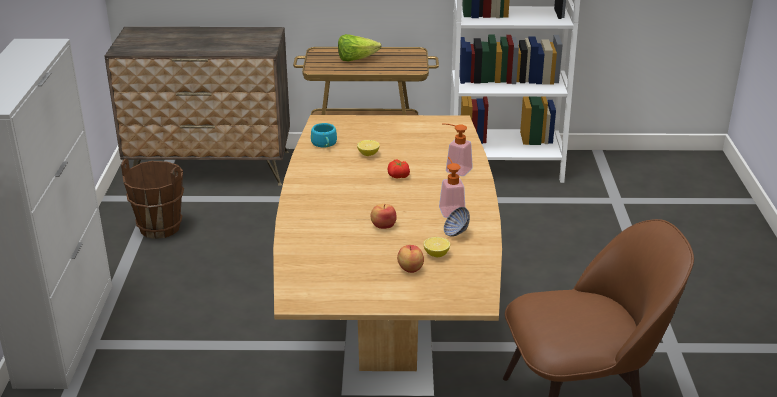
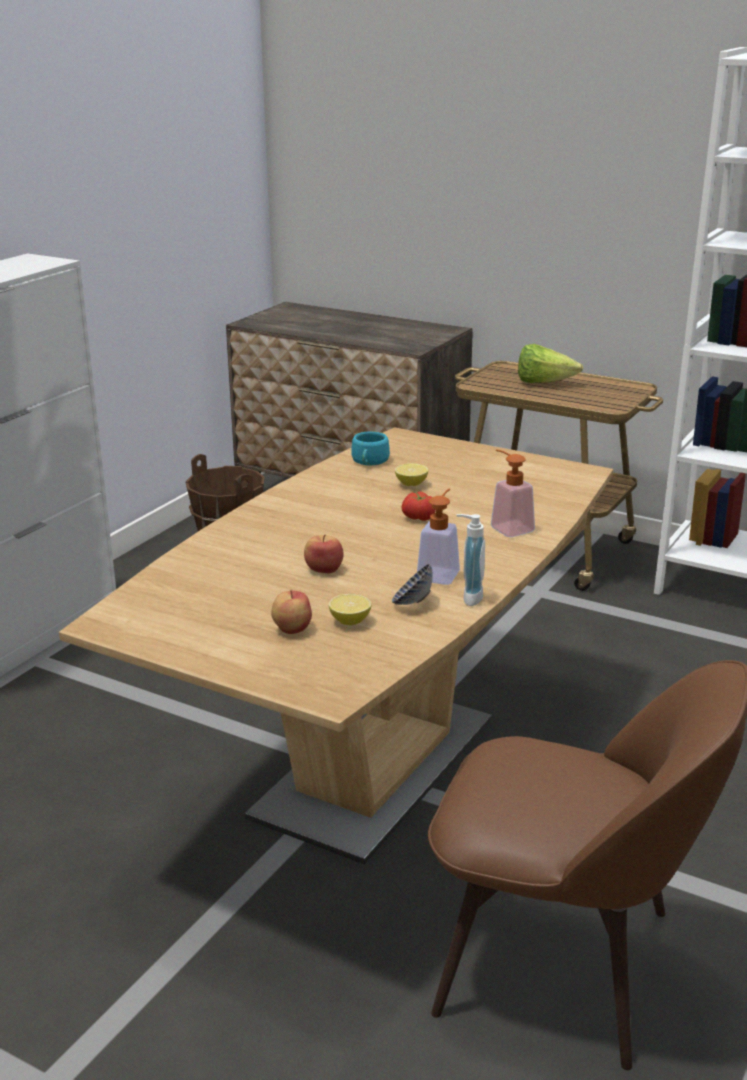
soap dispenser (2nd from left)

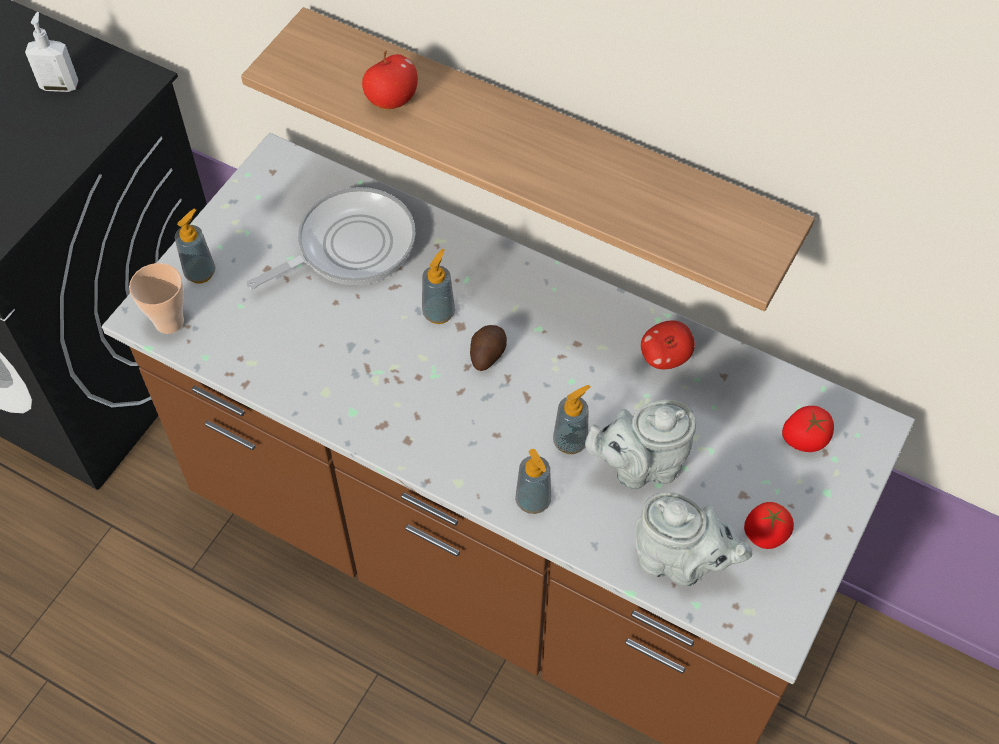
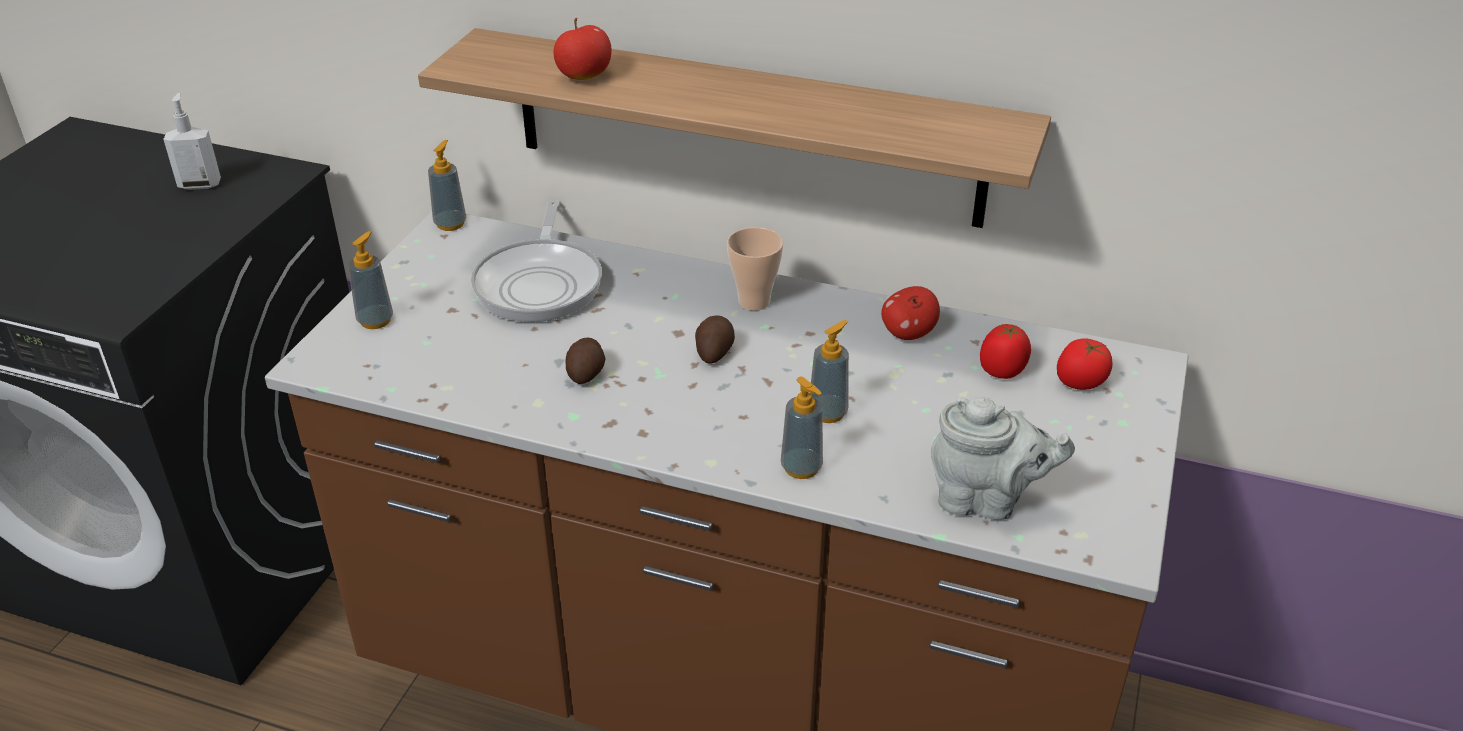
small cup; pan; soap dispenser (3rd from left); tea pot/grey (1st from left in the first image); fresh tomato (1st from left); potato (1st from left)

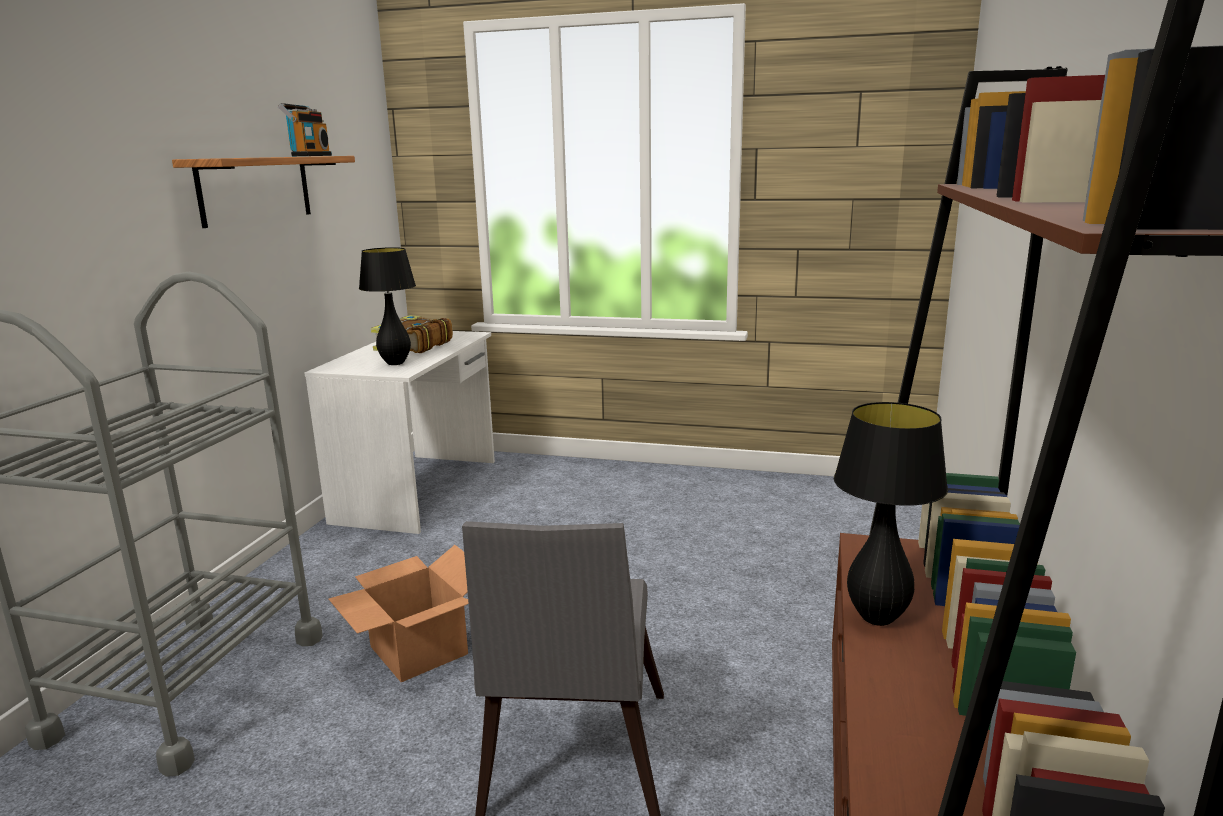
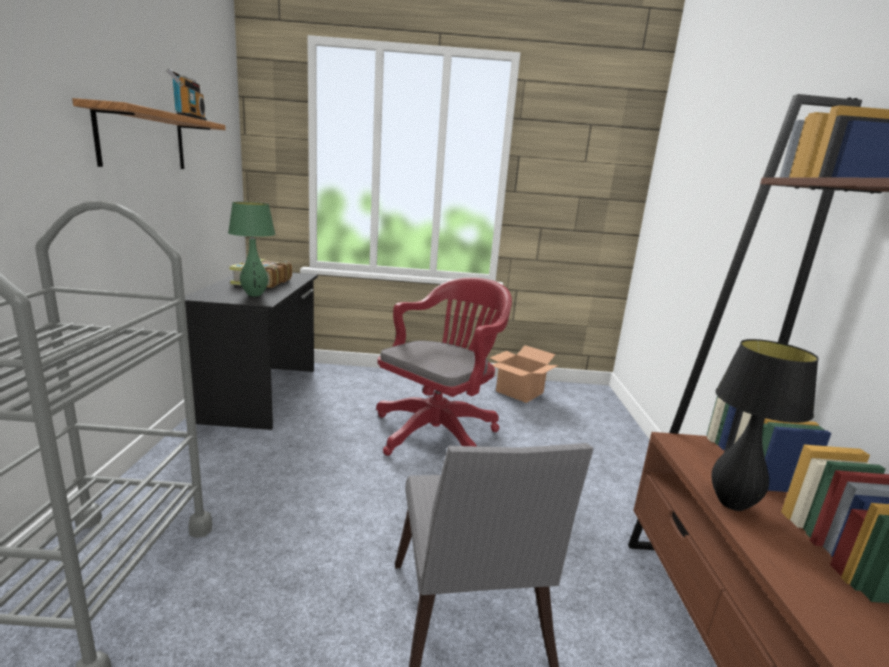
desk unit/black; packing box; table lamp/greenish; desk chair/red-coloured

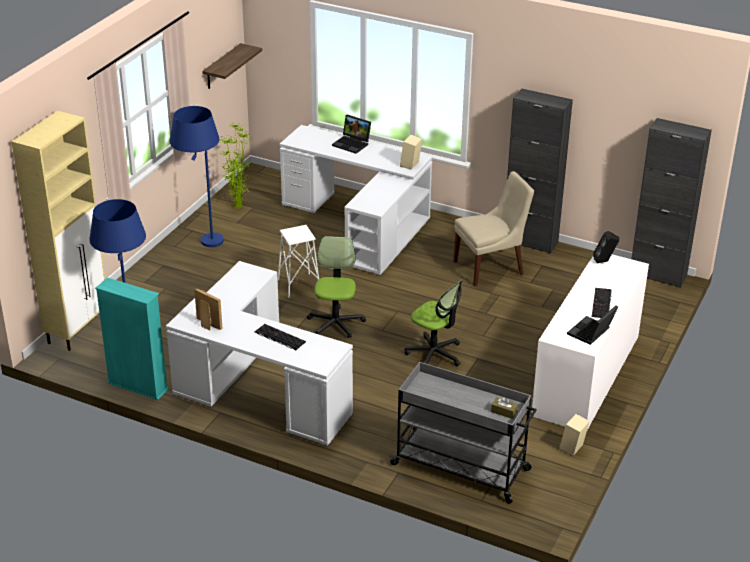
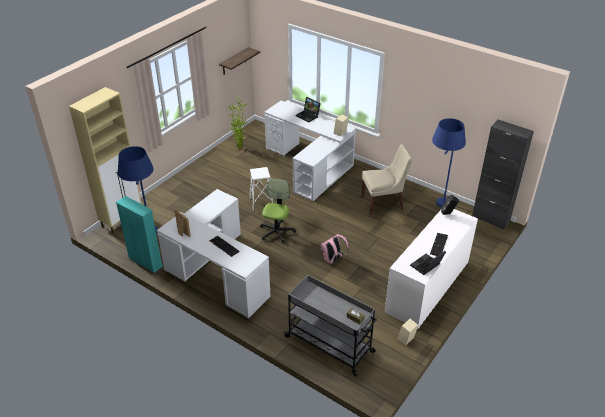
floor lamp/blue (2nd from left); backpack/pink; cabinet/black (1st from left in the first image)

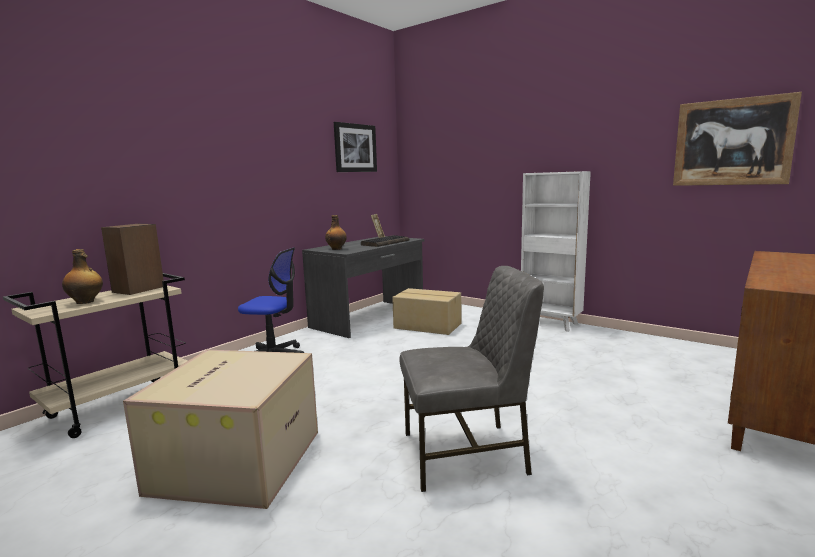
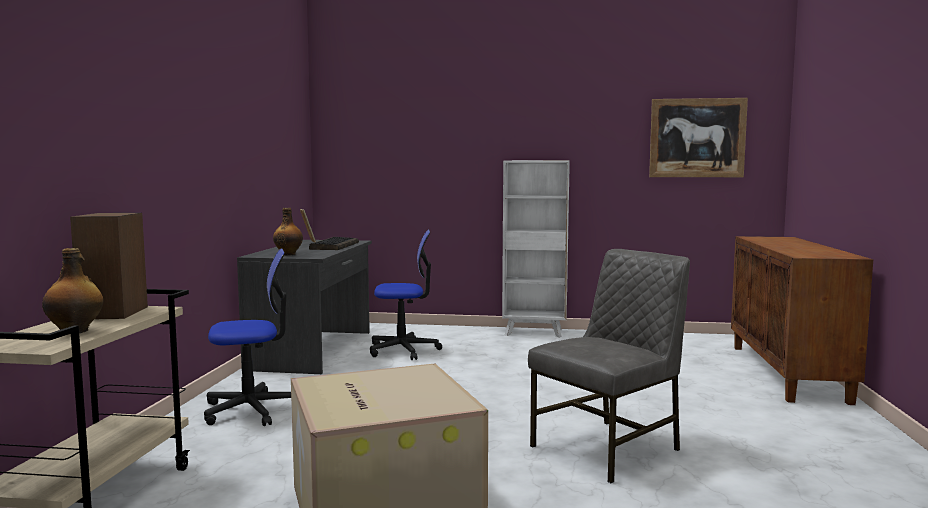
wall art (1st from left in the first image); desk chair (2nd from left)

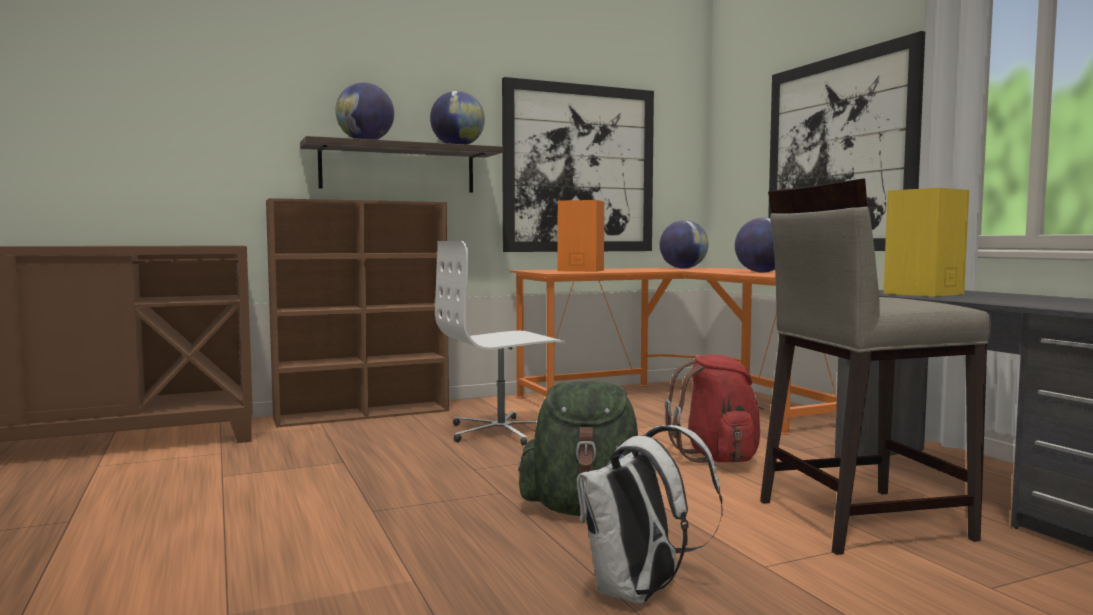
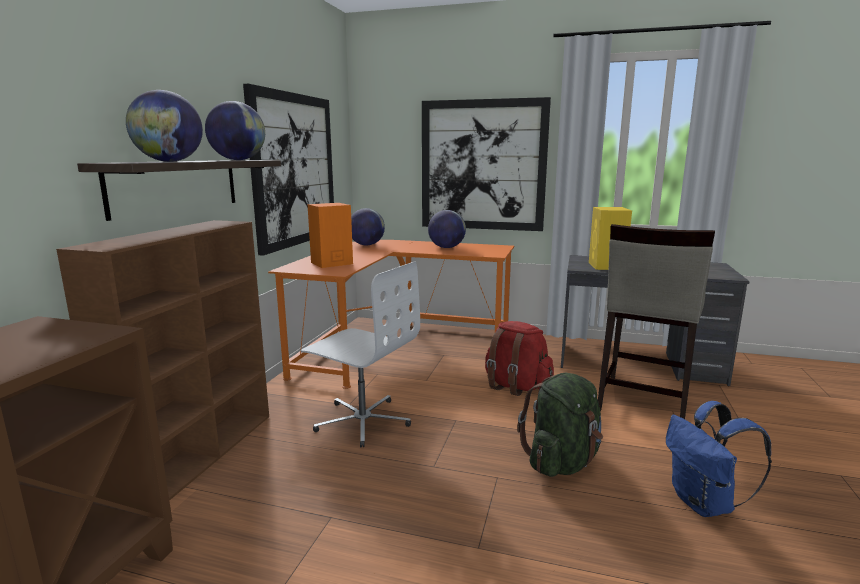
desk chair/white; backpack/blue

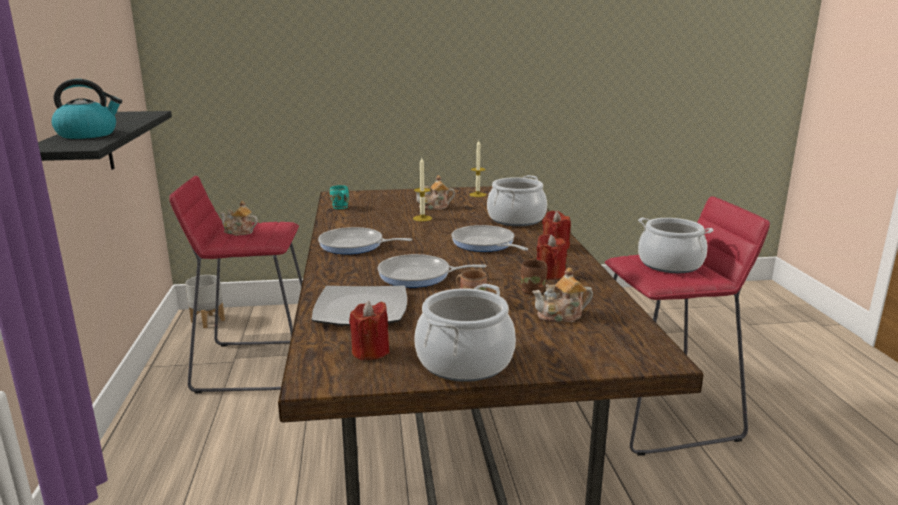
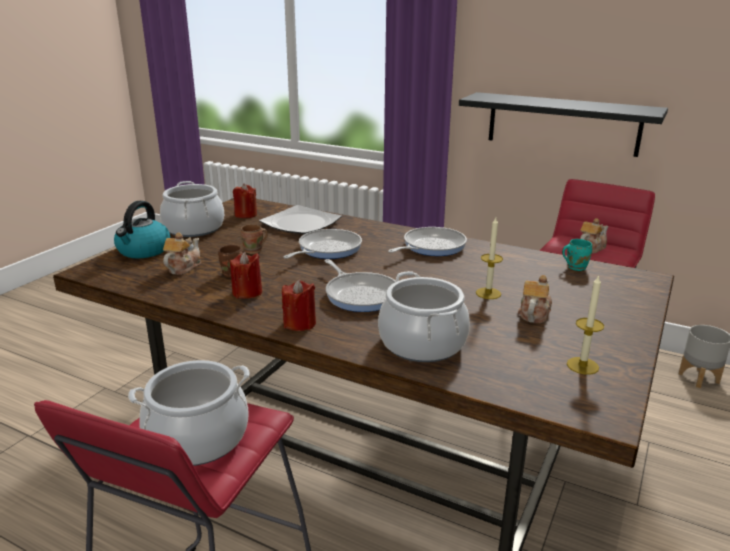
kettle; pan (2nd from left)

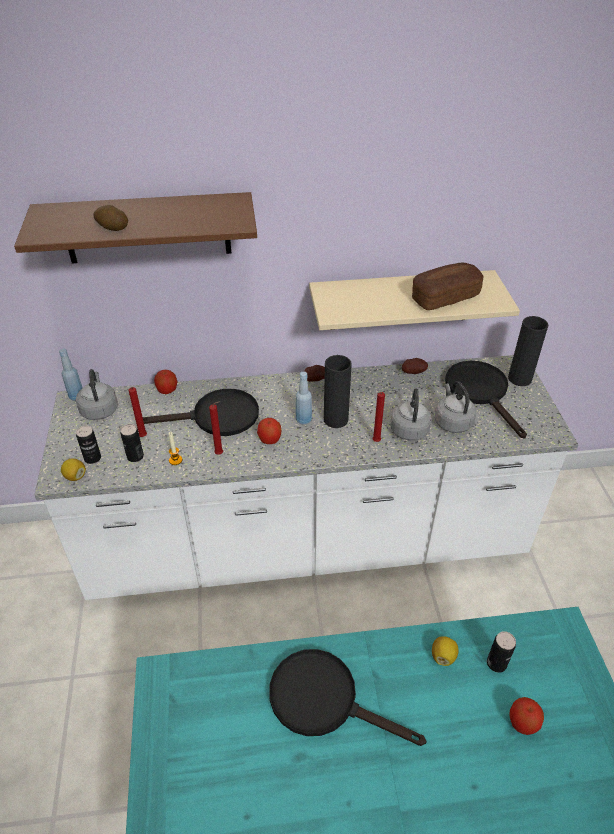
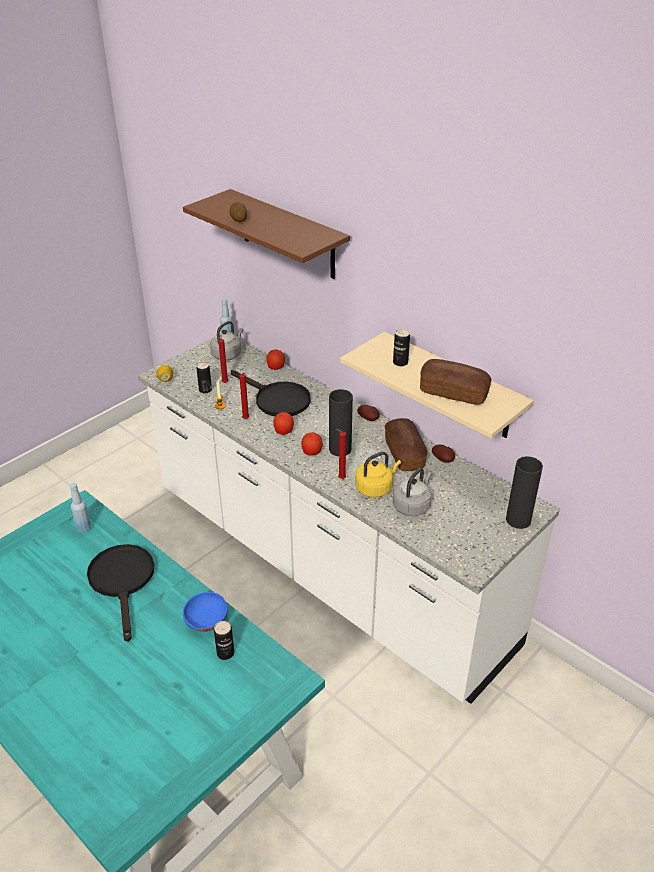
sealed can (3rd from left); drink bottle/blue (1st from left); kettle/yellowish; serving bowl/blue; pan/black (3rd from left in the first image); apple (3rd from left); bakery bread (1st from left)

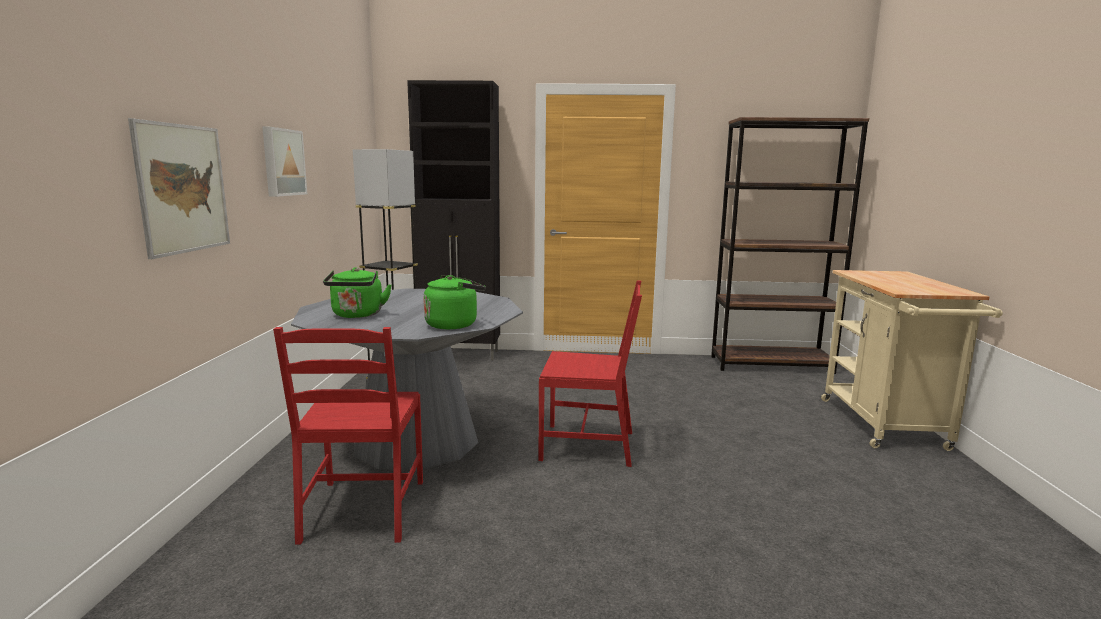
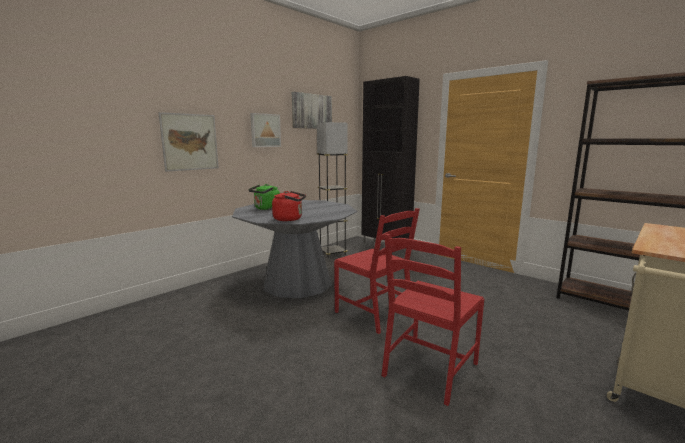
upright chair/red-coloured (2nd from left); kettle/red-coloured; wall art (3rd from left)

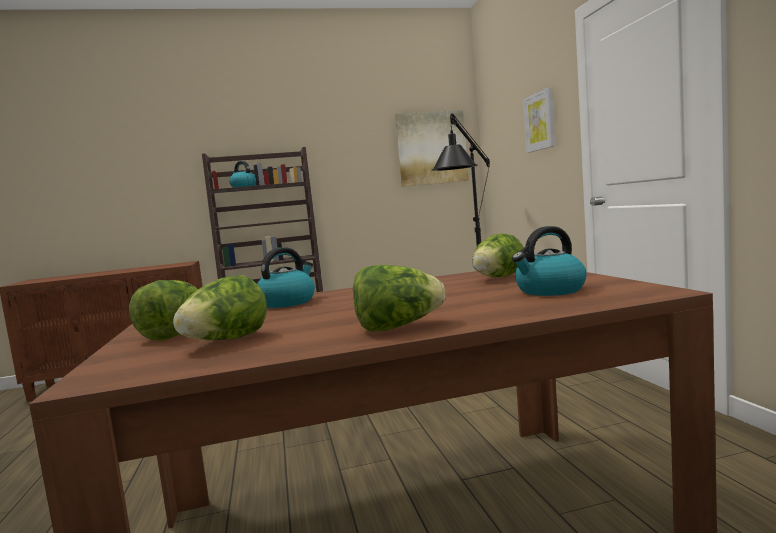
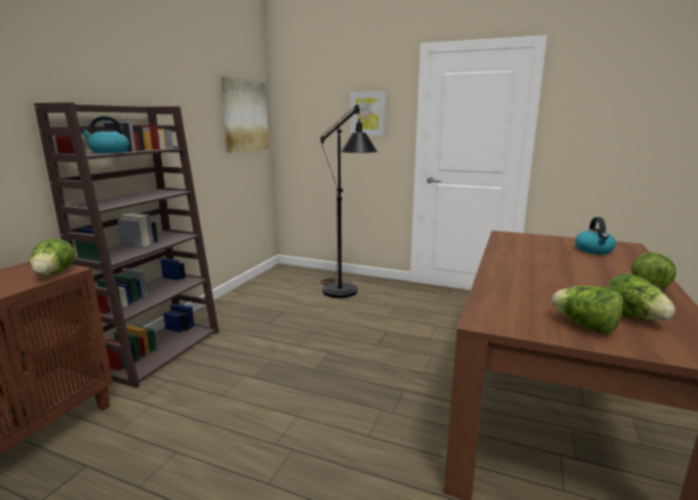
kettle (2nd from left in the first image); lettuce (1st from left)

